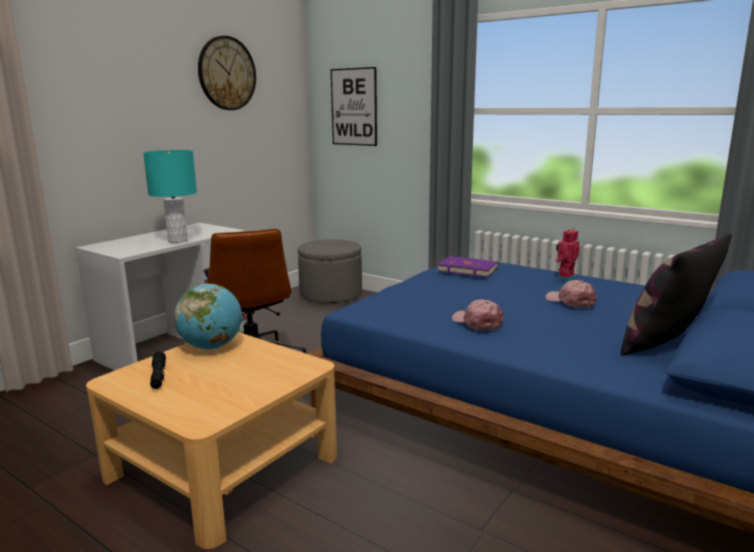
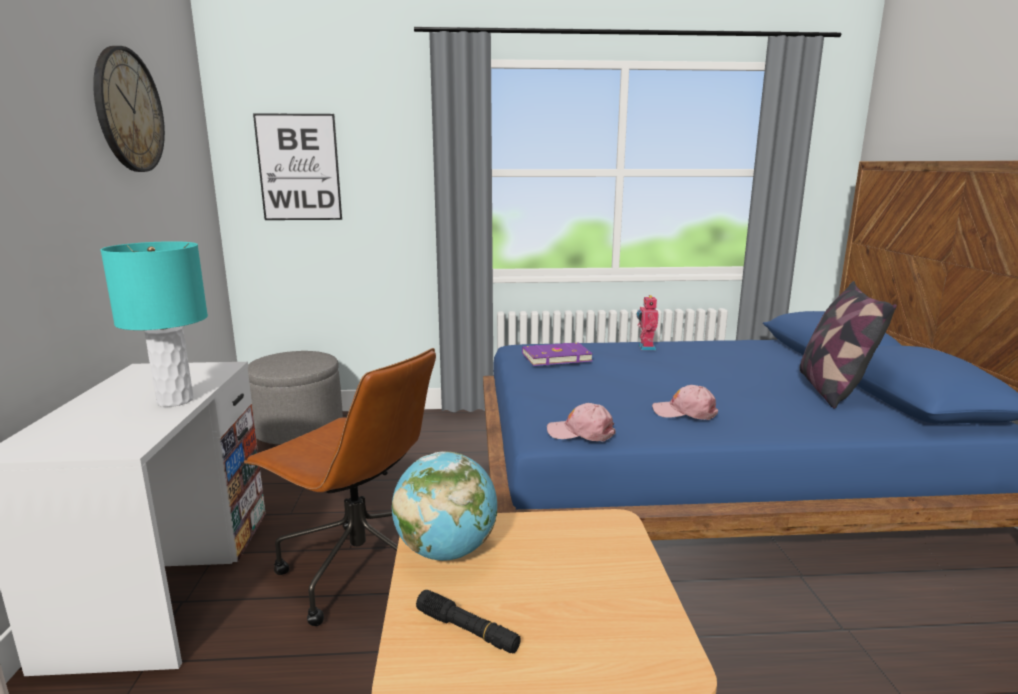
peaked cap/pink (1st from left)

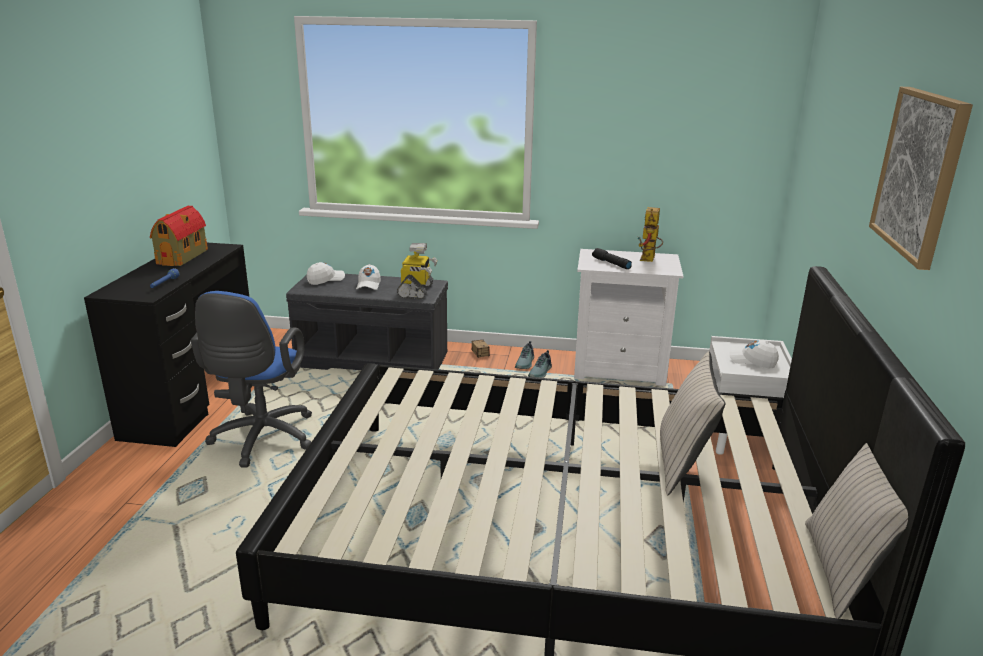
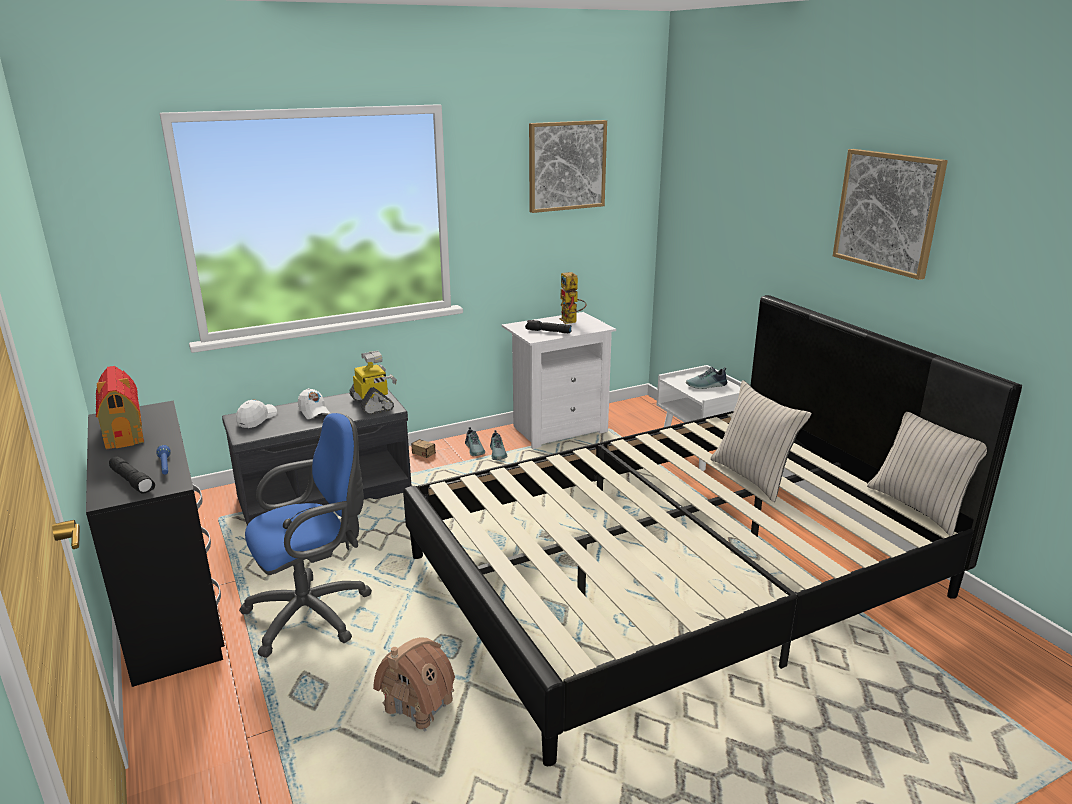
desk chair/blue; shoe (3rd from left); flashlight/black (1st from left); model house (2nd from left); wall art (1st from left)

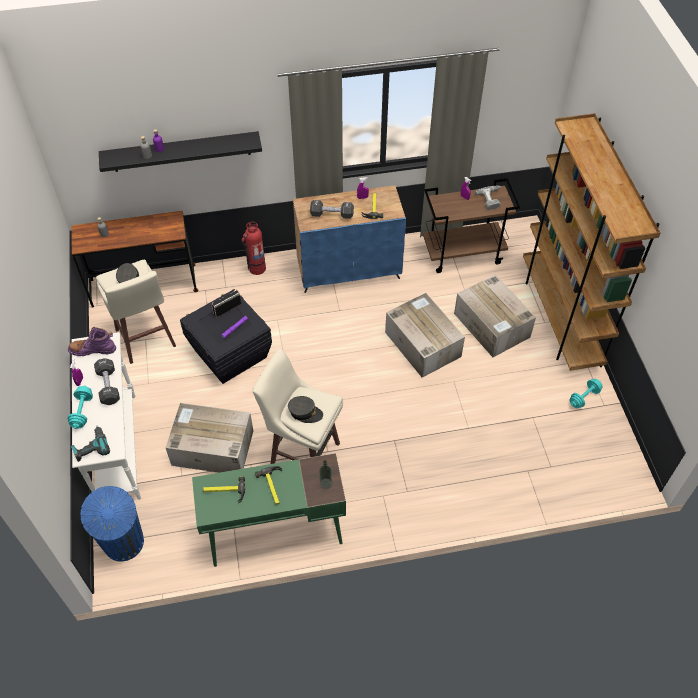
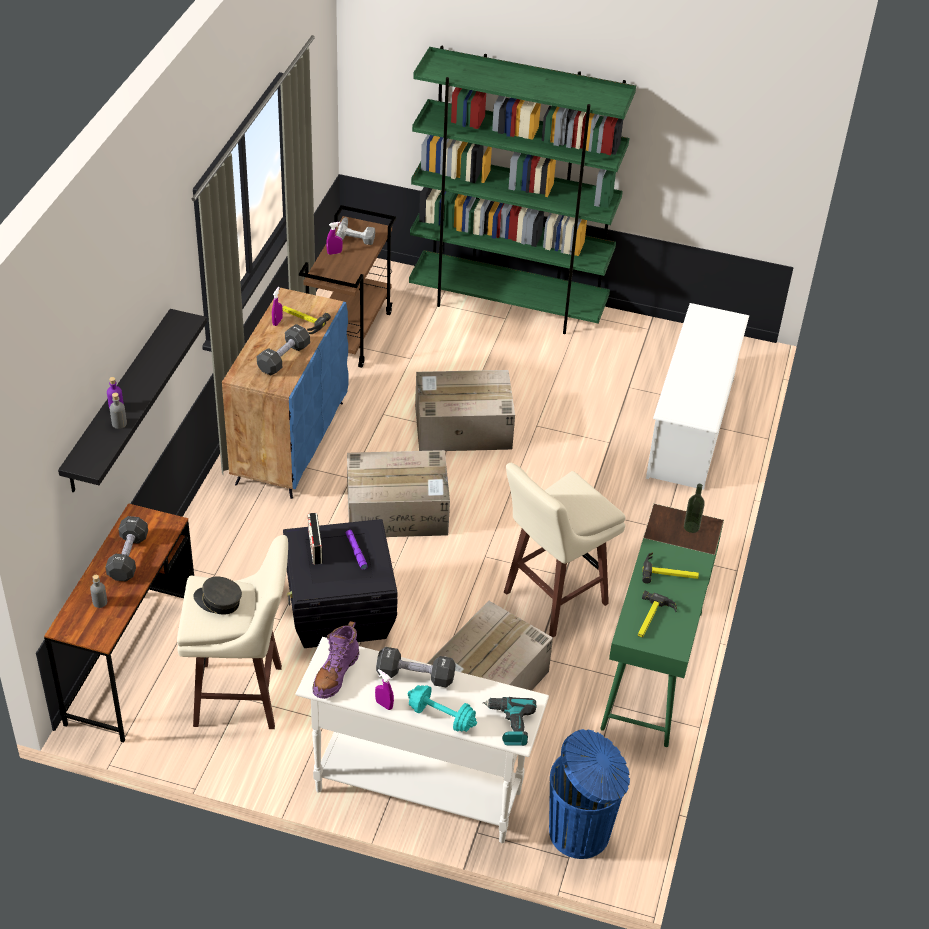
fire-fighting cylinder; peaked cap/grey (2nd from left in the first image); packing box (1st from left); bookshelf/greenish; free weight/turquoise (2nd from left in the first image); free weight/black (1st from left); shoe shelf/white

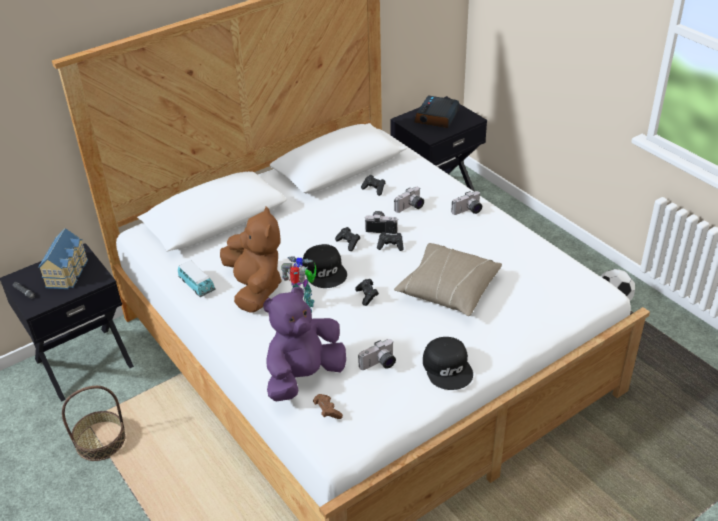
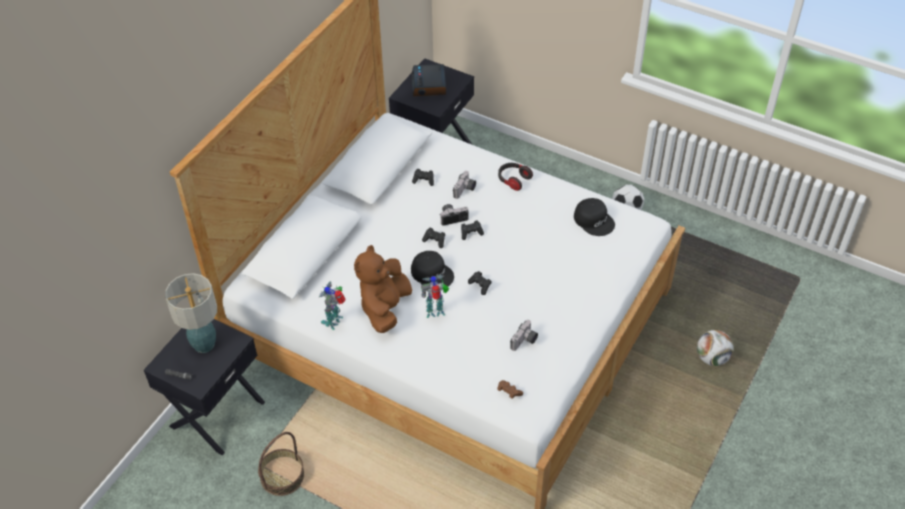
table lamp; model robot (1st from left); cuddly toy/brown-coloured; cuddly toy/purplish; throw pillow/sand-coloured; peaked cap/black (2nd from left); pair of headphones; ball for football (2nd from left)

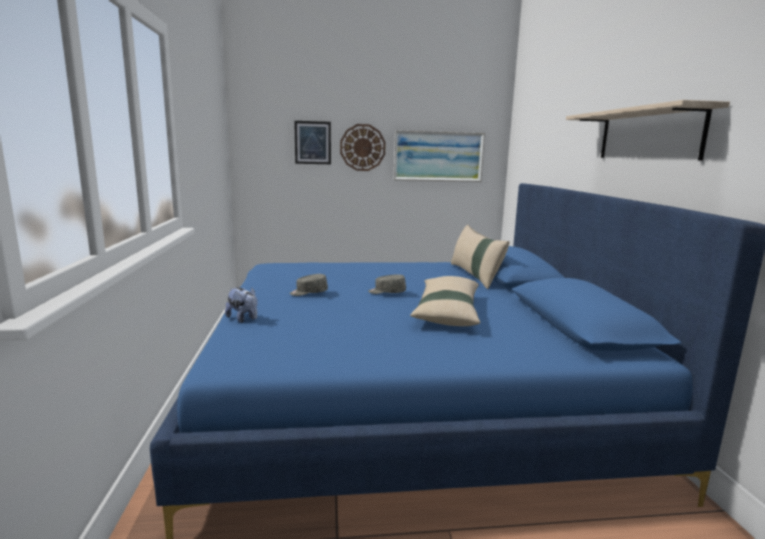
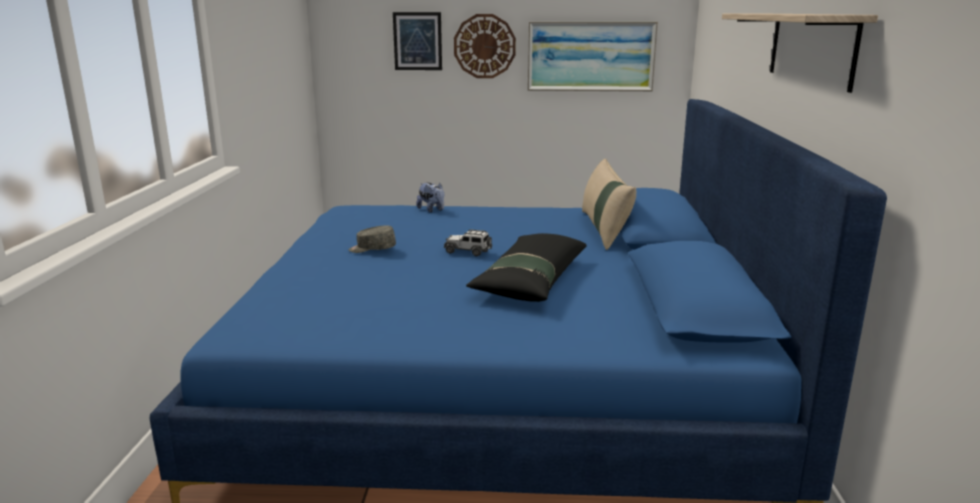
cuddly toy; toy car; throw pillow/black

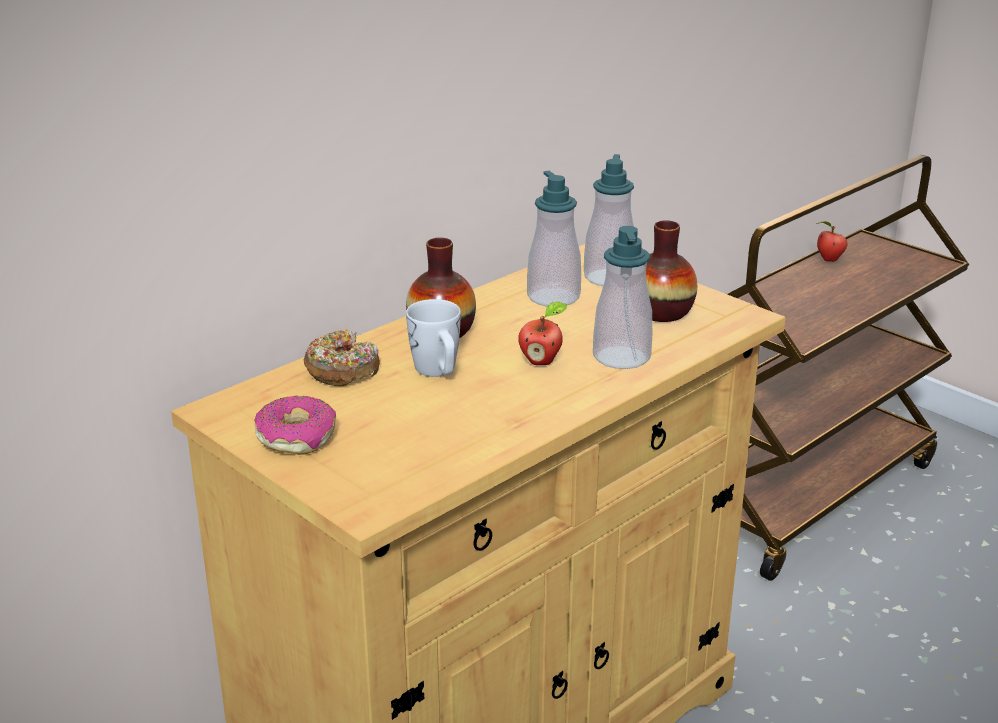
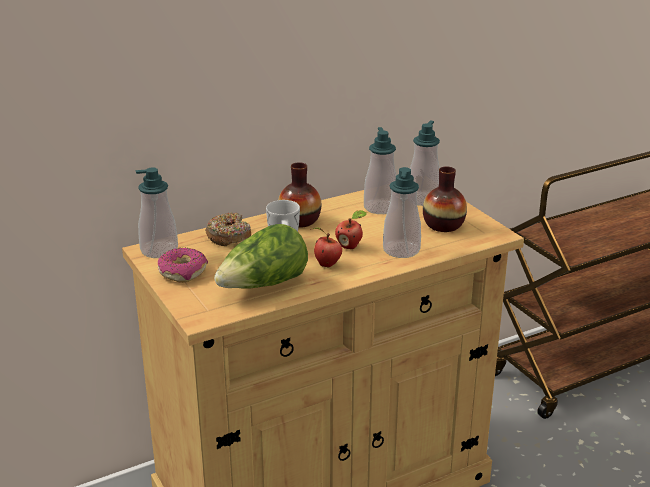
apple (1st from left); soap dispenser (1st from left); lettuce

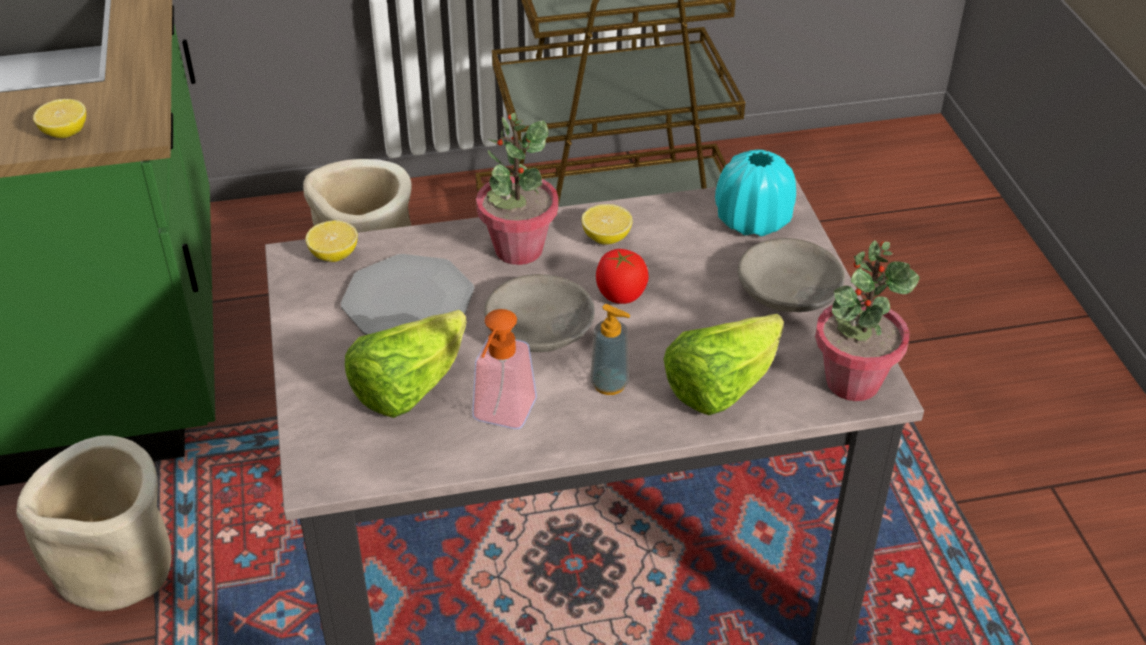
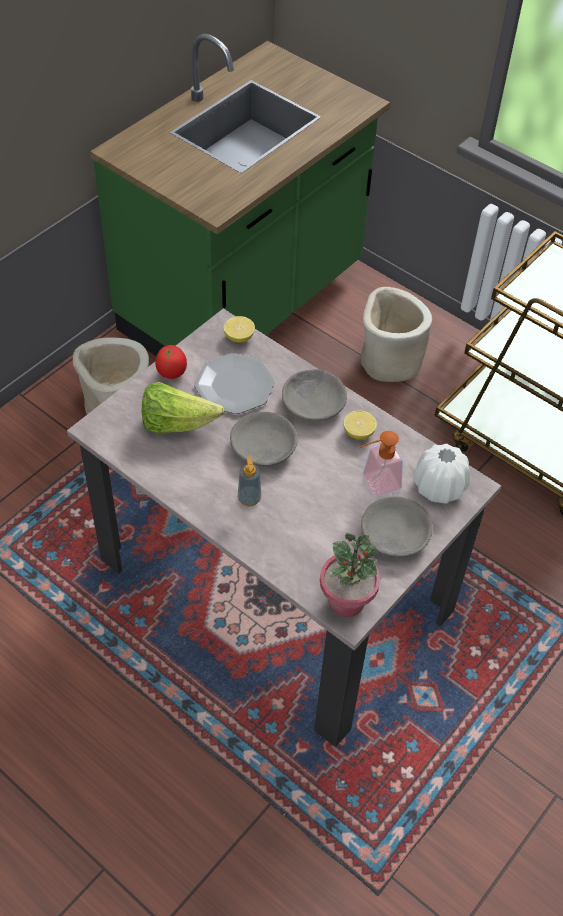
citrus fruit (1st from left in the first image); soap dispenser (2nd from left); serving bowl/grey (2nd from left); fresh tomato; lettuce (2nd from left in the first image); decorative vase/white

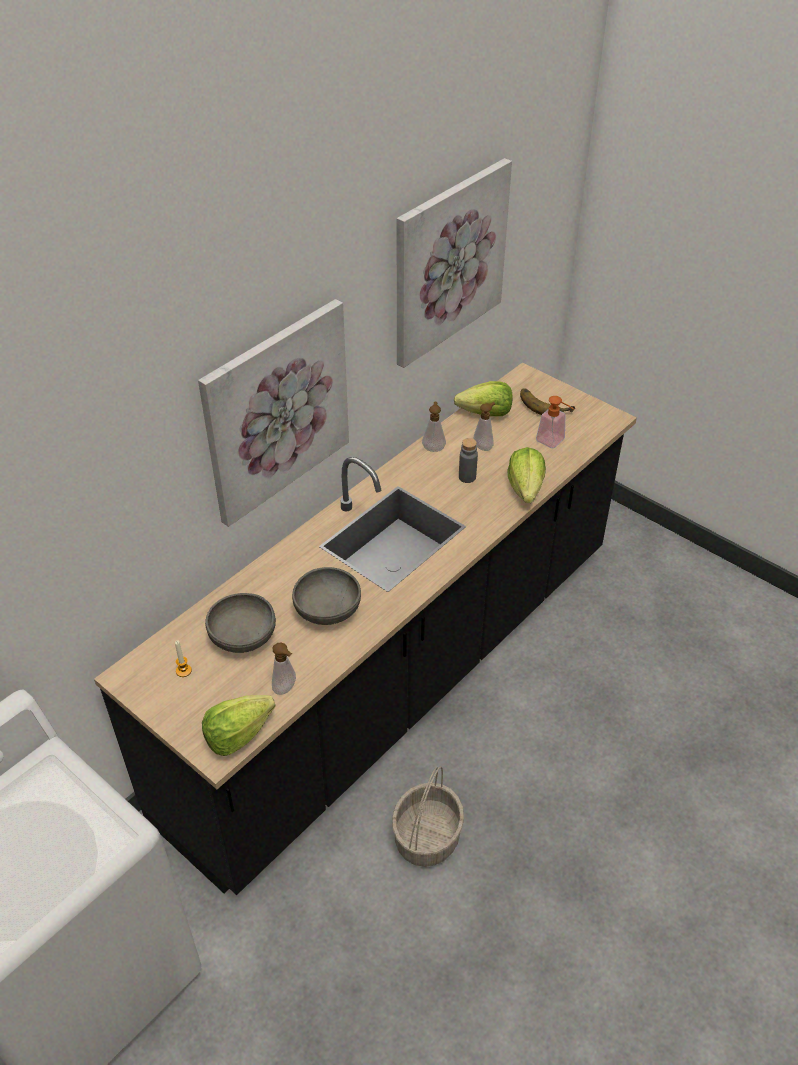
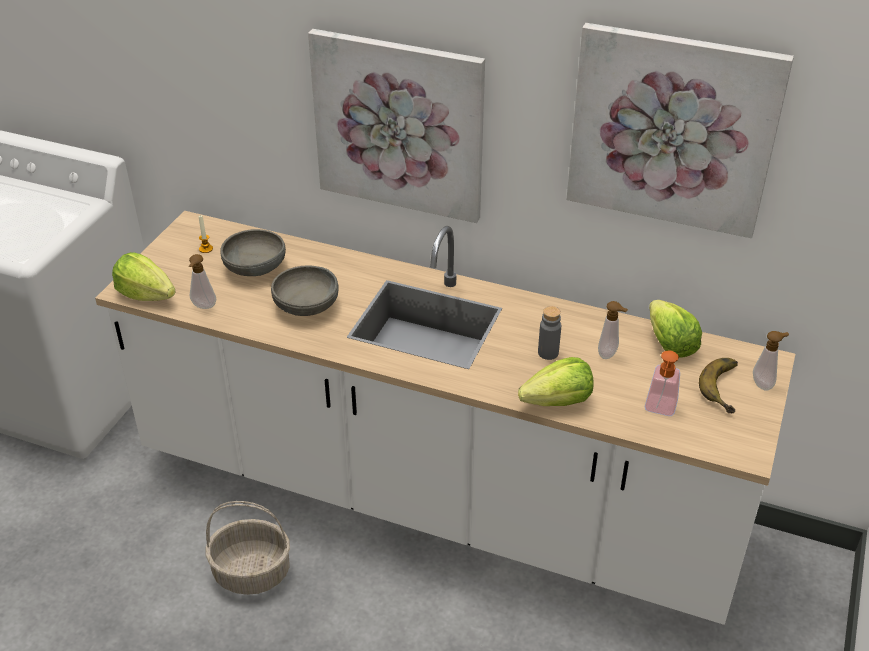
counter/white; soap dispenser (4th from left)

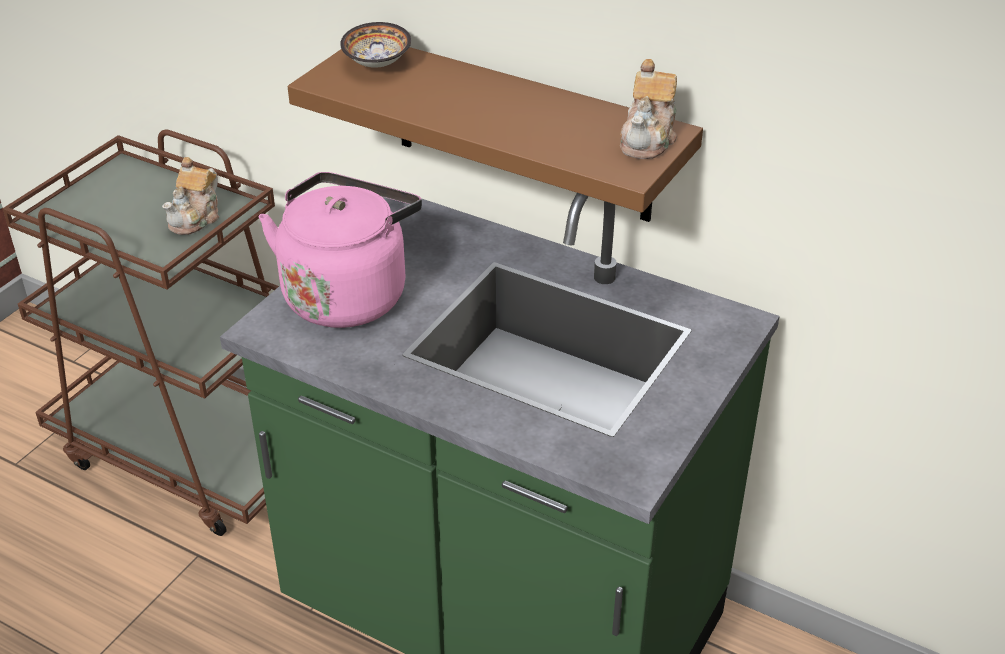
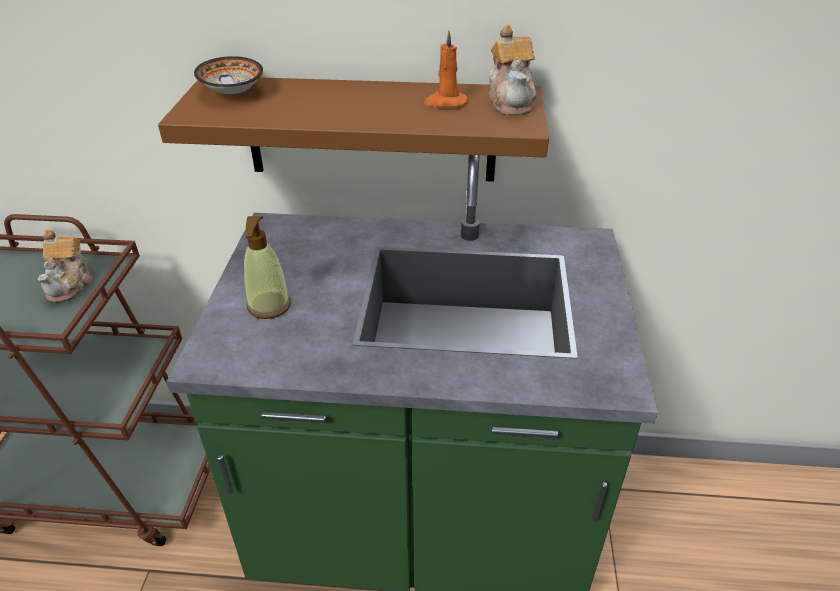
soap dispenser; wax light/orange

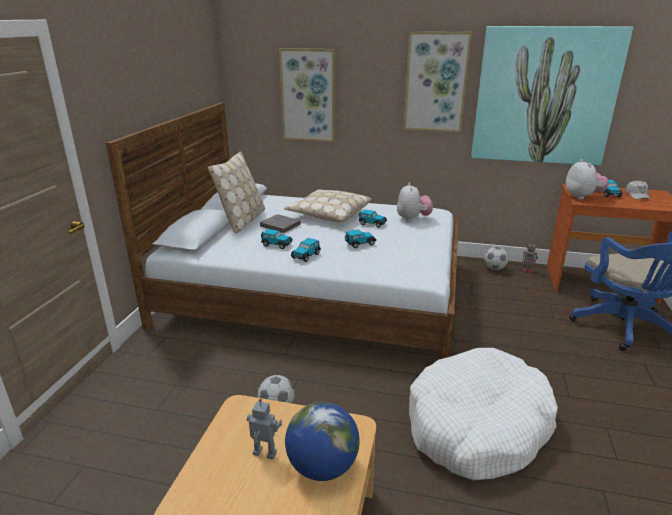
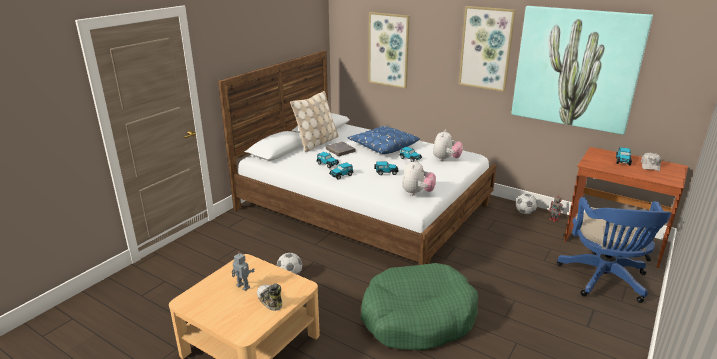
throw pillow/blue; shoe; pet bed/greenish; cuddly toy (1st from left)

